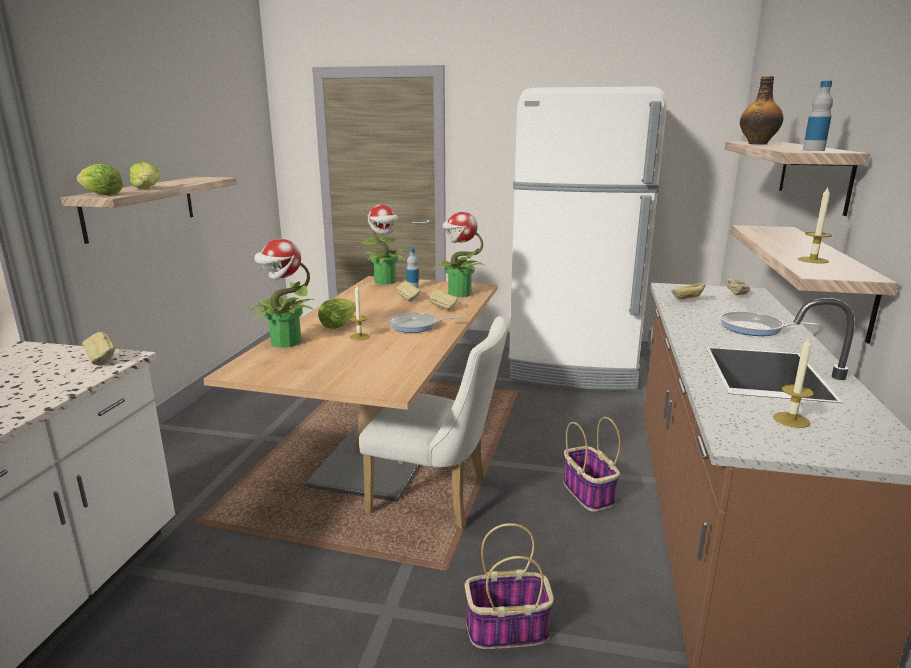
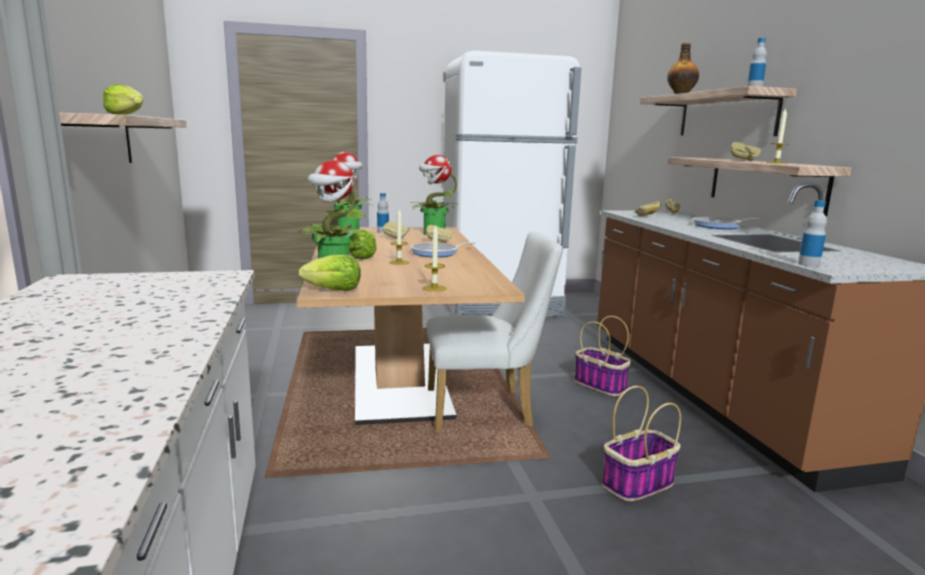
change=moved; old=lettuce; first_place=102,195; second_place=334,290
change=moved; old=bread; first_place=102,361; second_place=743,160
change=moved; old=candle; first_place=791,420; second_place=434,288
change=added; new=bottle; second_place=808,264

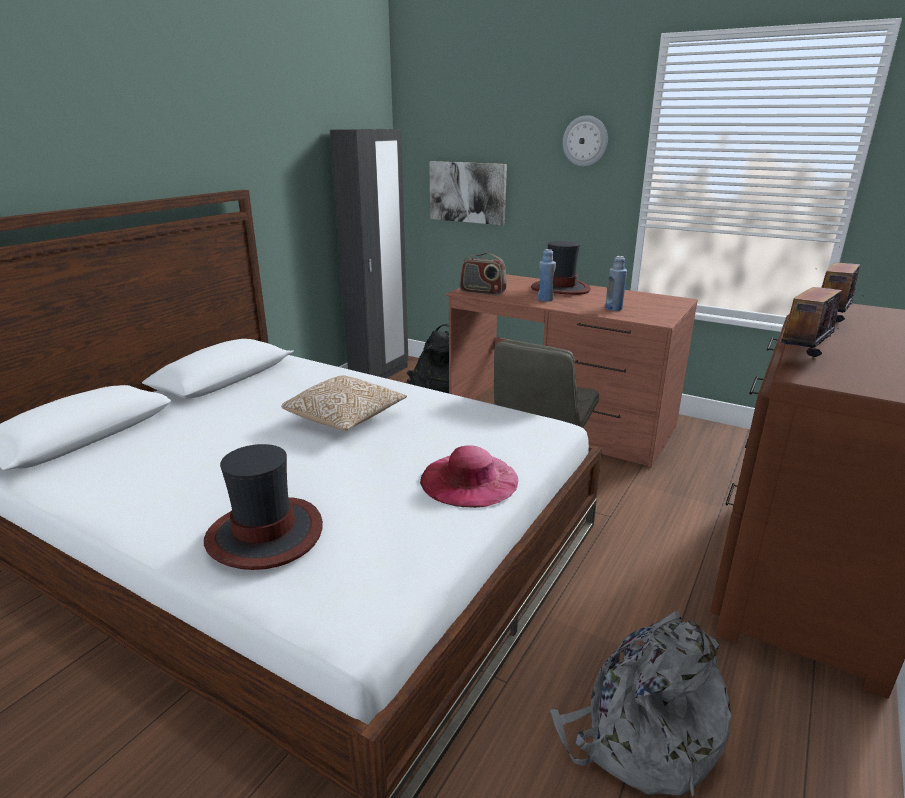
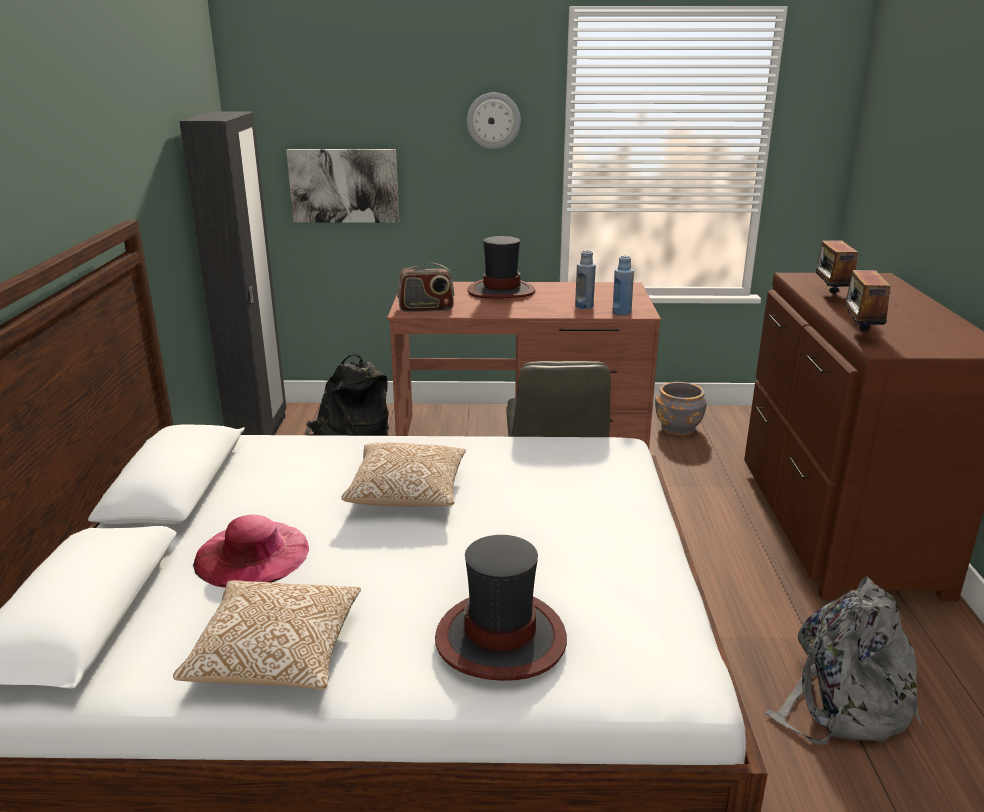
change=moved; old=hat in pink; first_place=469,479; second_place=252,554
change=moved; old=bottle in blue; first_place=545,299; second_place=621,313
change=added; new=pillow; second_place=276,655
change=added; new=planter in grey; second_place=678,428

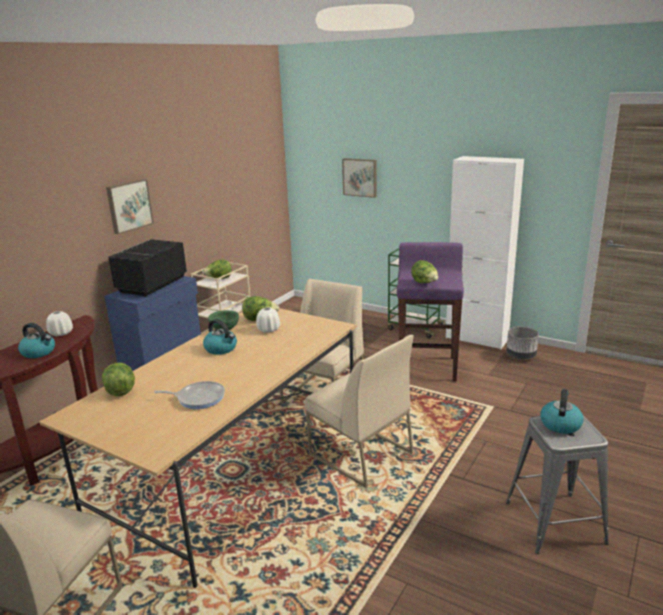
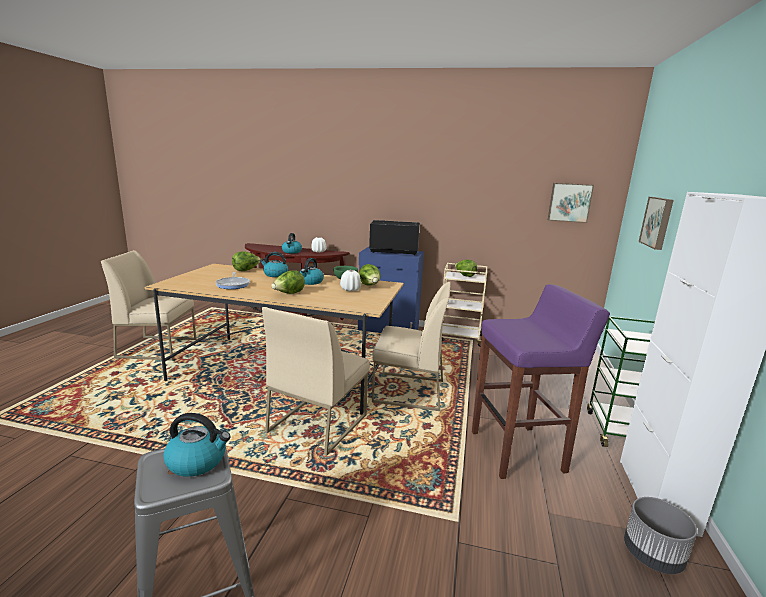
change=moved; old=picture; first_place=129,205; second_place=569,202
change=moved; old=lettuce; first_place=425,283; second_place=289,294
change=added; new=kettle; second_place=275,275

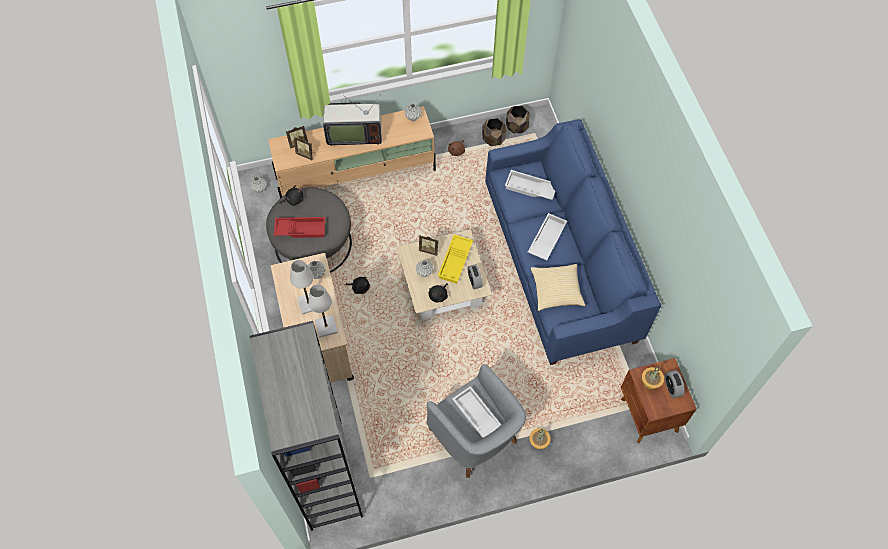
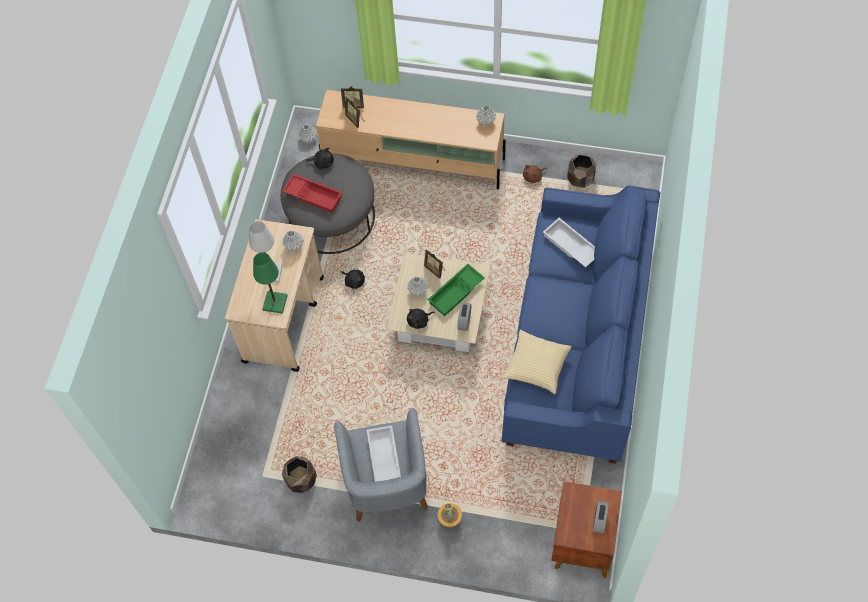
change=removed; old=bookcase in grey; first_place=325,474
change=recoloured; old=table lamp in white; new=table lamp in green; first_place=326,327; second_place=275,303
change=removed; old=television; first_place=353,134
change=recoloured; old=tray in yellow; new=tray in green; first_place=456,261; second_place=456,293
change=moved; old=planter in brown; first_place=516,127; second_place=301,480
change=removed; old=tray in white; first_place=546,239
change=removed; old=potted plant; first_place=650,382

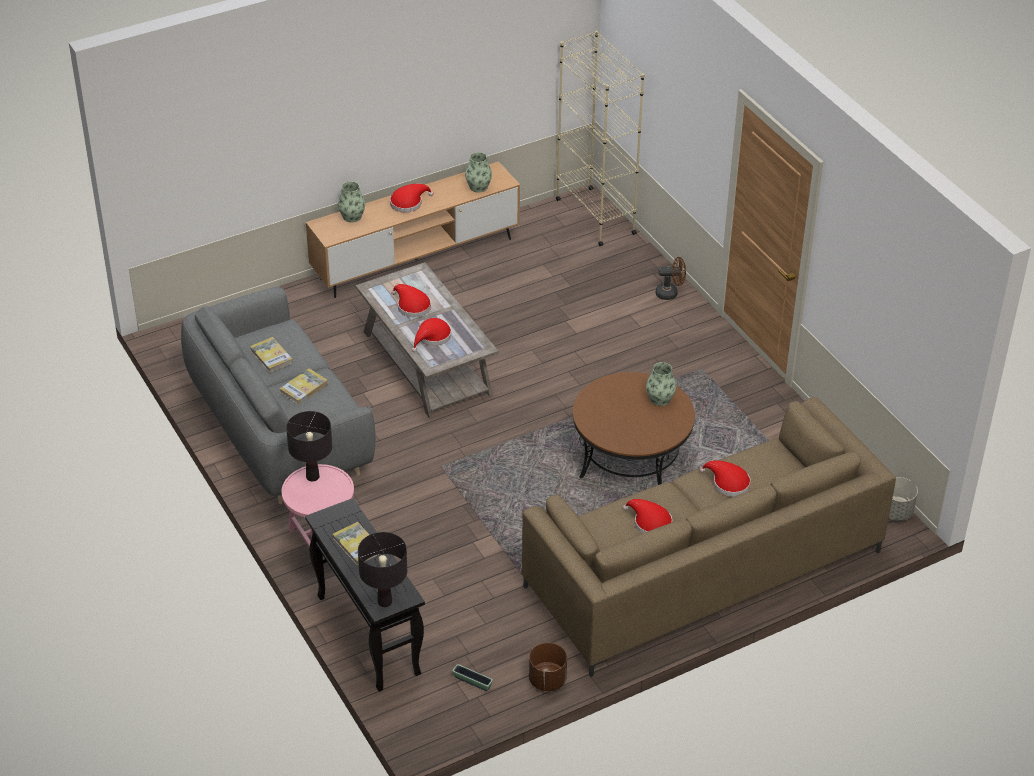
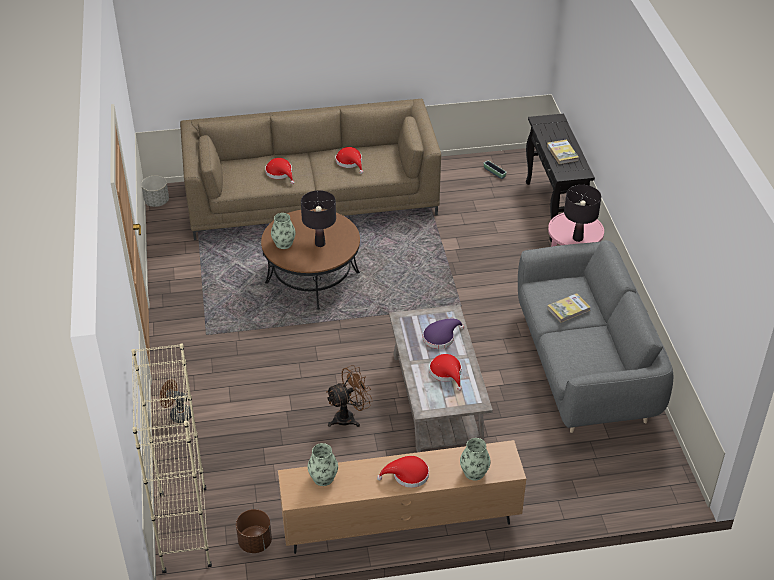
change=removed; old=book; first_place=271,356
change=moved; old=table lamp in black; first_place=385,602; second_place=320,244
change=recoloured; old=hat in red; new=hat in purple; first_place=432,337; second_place=440,337
change=moved; old=planter in brown; first_place=547,680; second_place=255,542
change=added; new=fan in brown; second_place=349,417

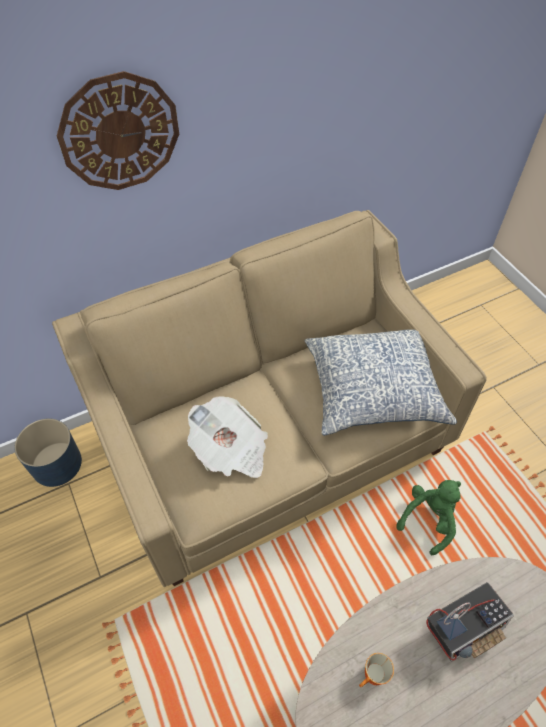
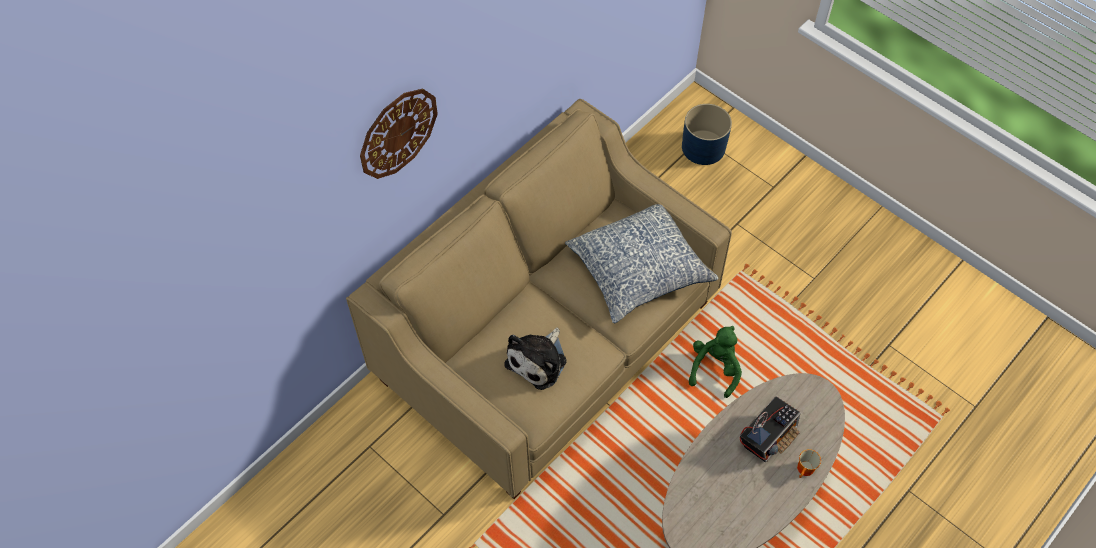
change=moved; old=planter in blue; first_place=57,464; second_place=703,147
change=replaced; old=newspaper; new=plush toy; first_place=231,450; second_place=538,360
change=moved; old=mug; first_place=374,676; second_place=806,470

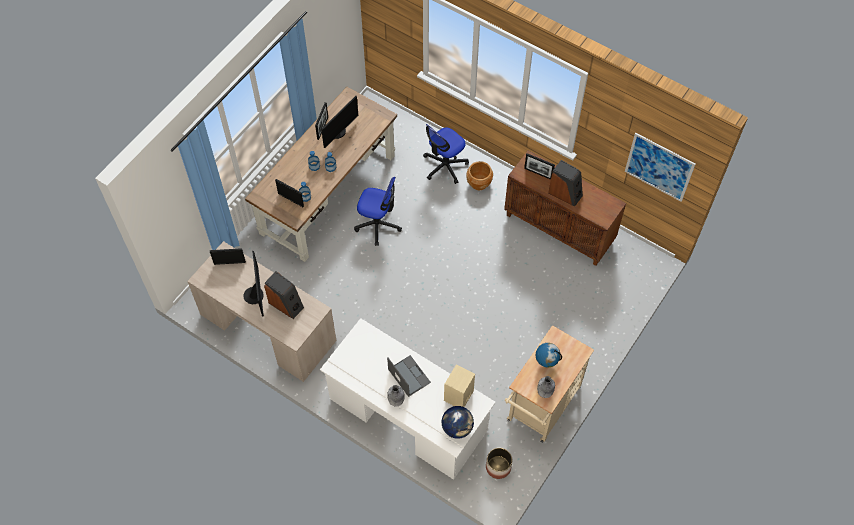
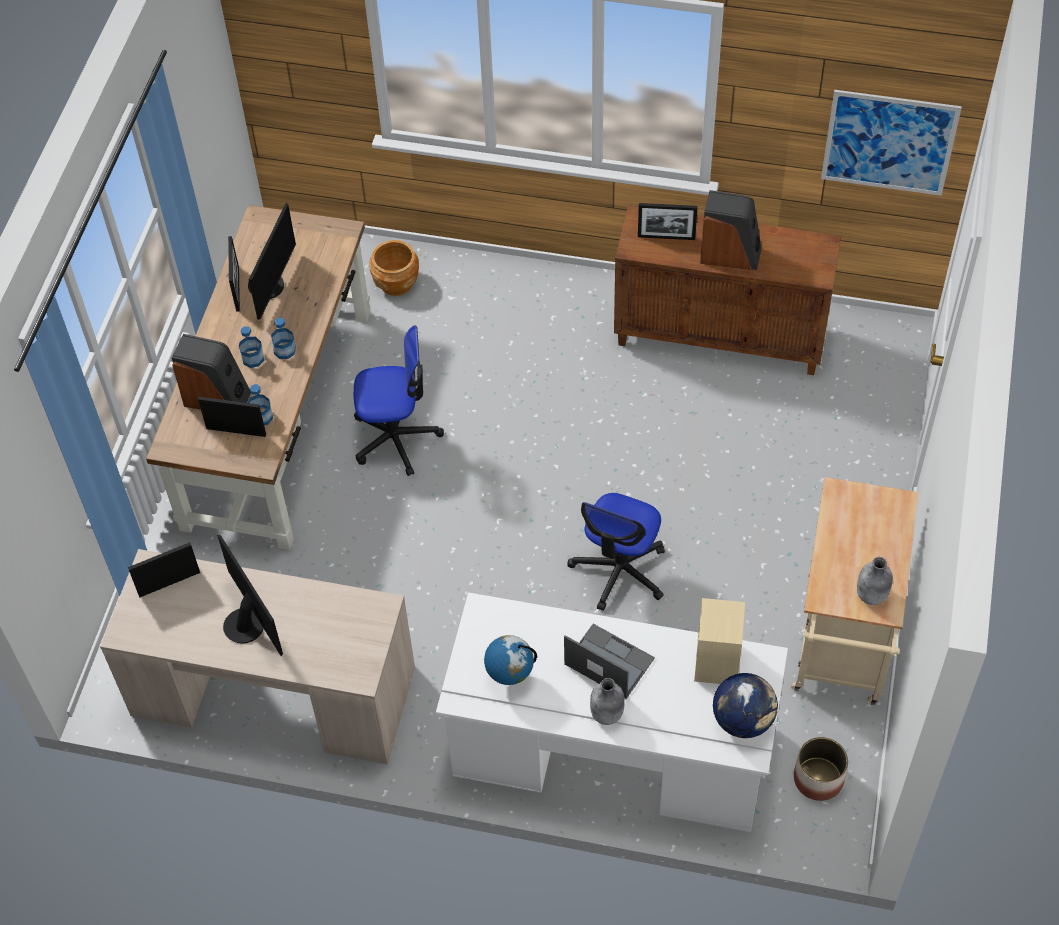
change=moved; old=speaker; first_place=286,304; second_place=217,397
change=moved; old=office chair; first_place=444,166; second_place=619,571
change=moved; old=planter in brown; first_place=479,183; second_place=396,283
change=moved; old=globe; first_place=546,362; second_place=510,677

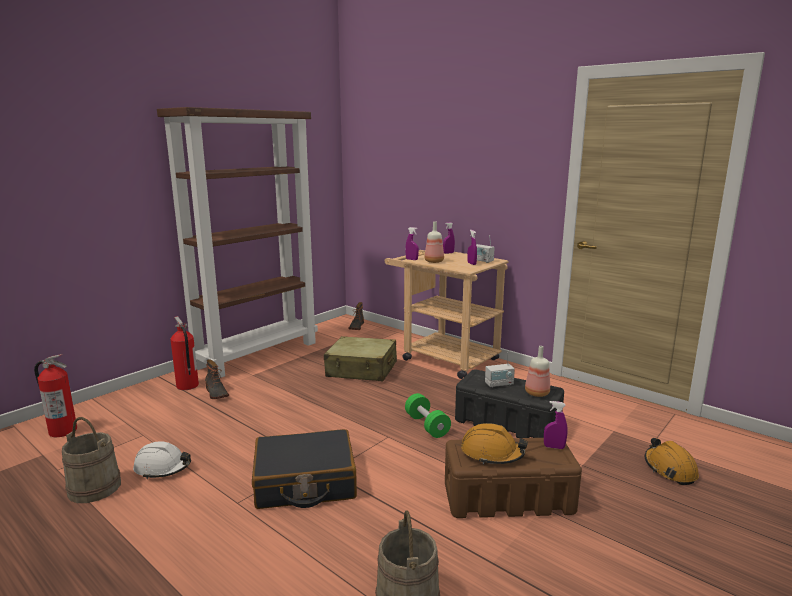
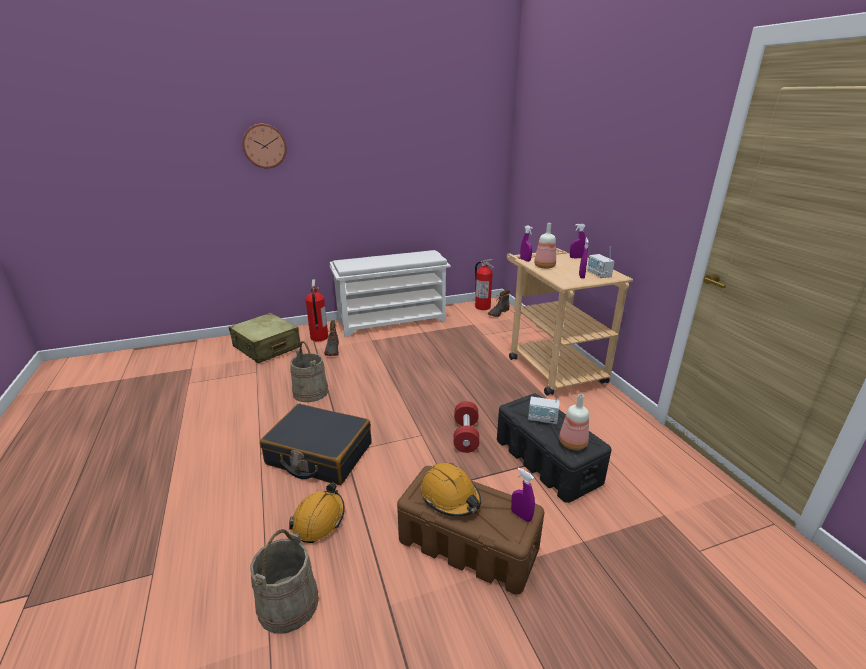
change=moved; old=fire extinguisher; first_place=63,431; second_place=482,307
change=moved; old=bucket in beige; first_place=95,487; second_place=311,392
change=removed; old=hard hat in white; first_place=163,468
change=replaced; old=bookcase in brown; new=shoe rack in white; first_place=257,354; second_place=393,321
change=moved; old=suitcase in beige; first_place=362,369; second_place=266,347
change=recoloured; old=dumbbell in green; new=dumbbell in red; first_place=427,425; second_place=466,436
change=moved; old=hard hat in orange; first_place=669,469; second_place=319,519
change=added; new=wall clock; second_place=264,146

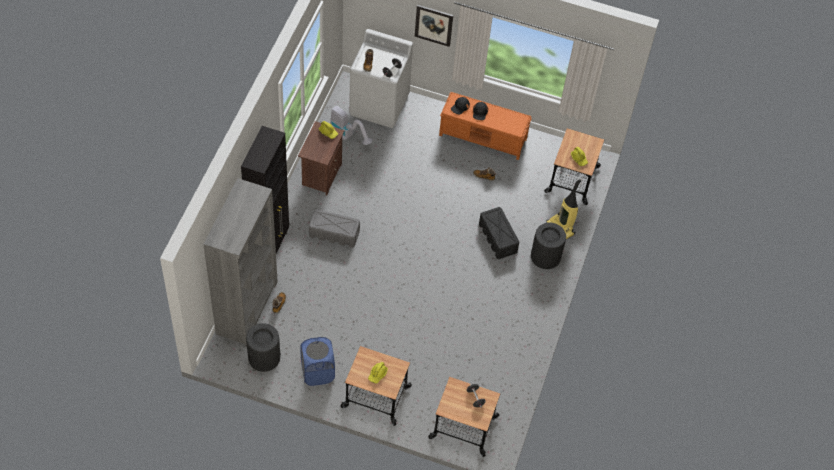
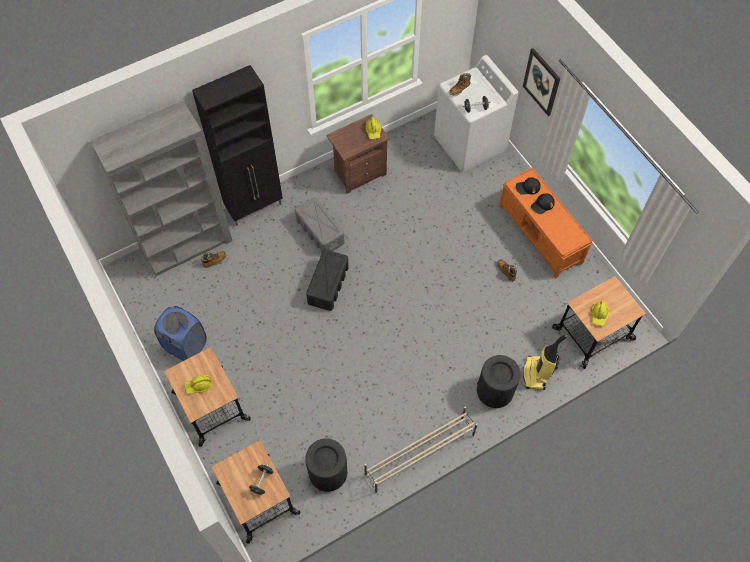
change=moved; old=trash can in black; first_place=264,357; second_place=328,472
change=removed; old=vacuum cleaner; first_place=348,136
change=moved; old=storage box in black; first_place=498,238; second_place=328,285
change=added; new=shoe rack in beige; second_place=419,454

